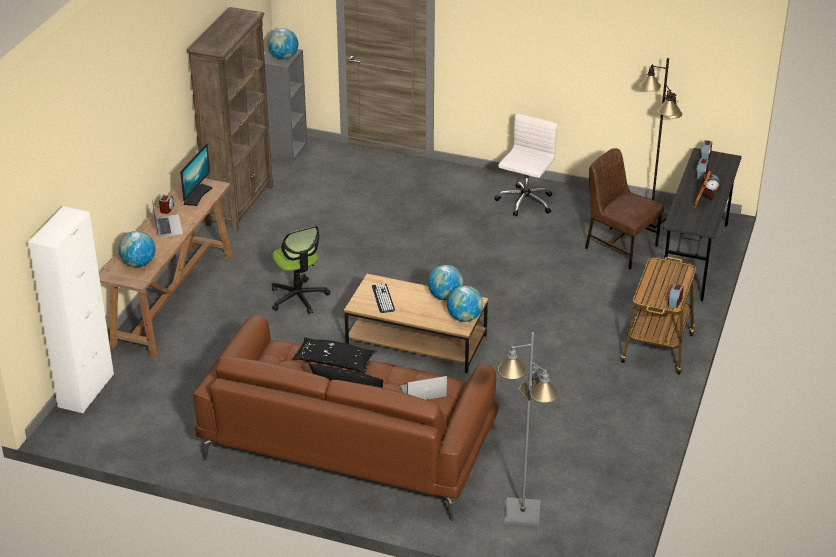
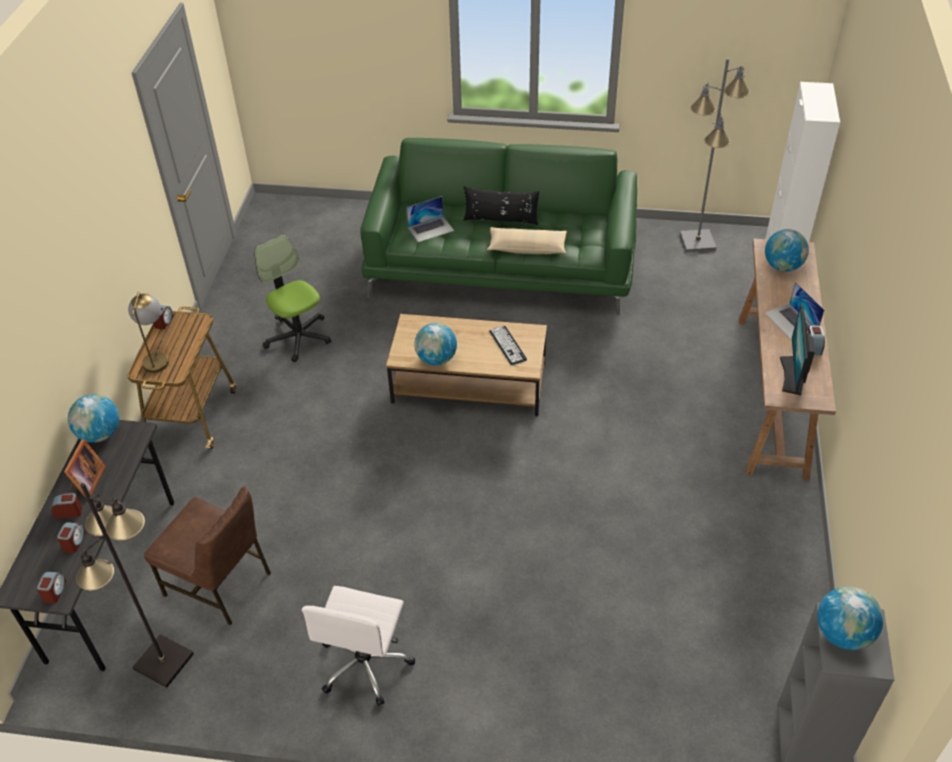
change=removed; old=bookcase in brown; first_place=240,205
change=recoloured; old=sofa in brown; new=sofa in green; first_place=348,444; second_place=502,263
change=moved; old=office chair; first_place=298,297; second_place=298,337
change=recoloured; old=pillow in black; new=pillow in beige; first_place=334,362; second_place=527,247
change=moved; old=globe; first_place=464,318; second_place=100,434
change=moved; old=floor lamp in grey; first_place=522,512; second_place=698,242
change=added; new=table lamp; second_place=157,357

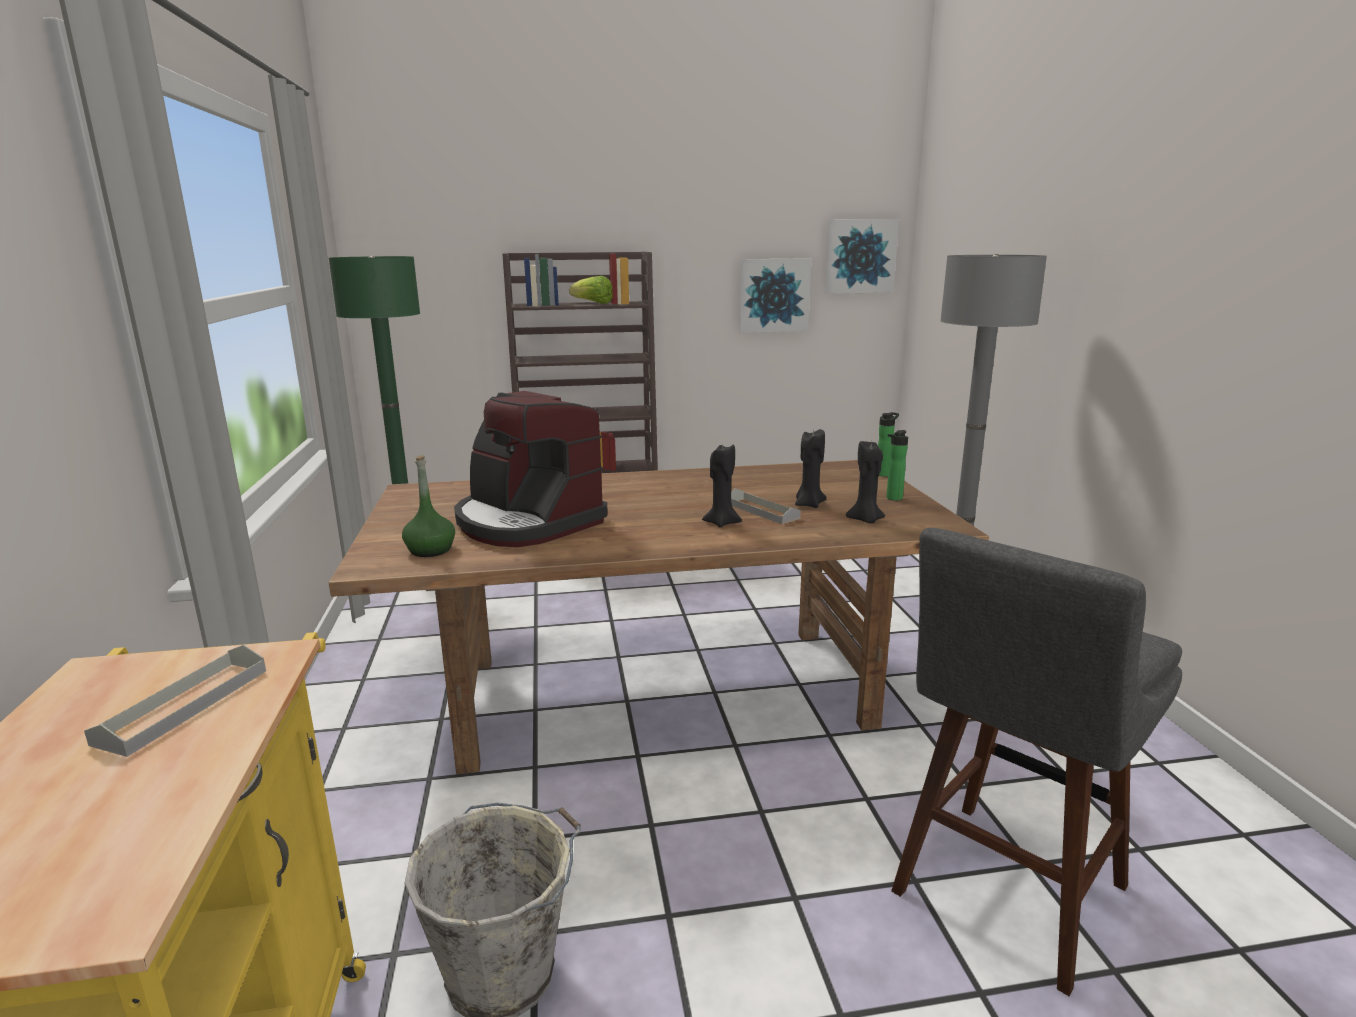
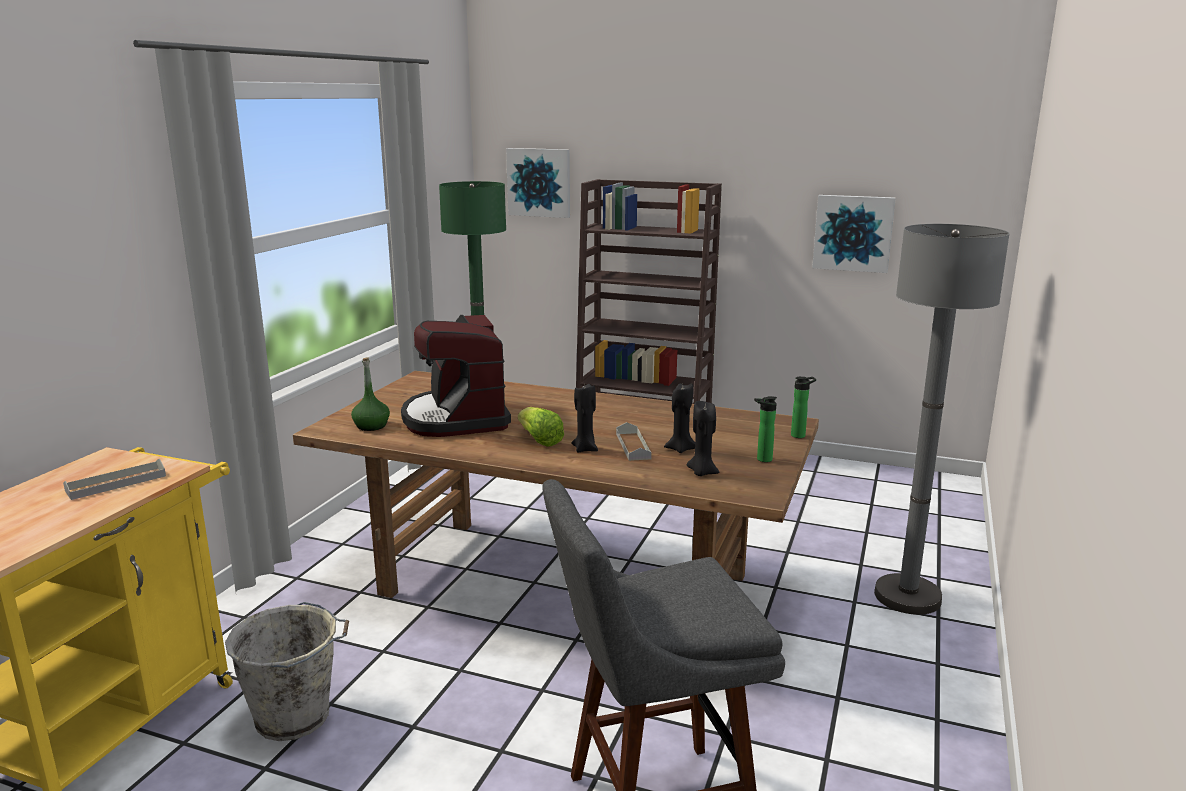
change=moved; old=lettuce; first_place=593,303; second_place=539,440
change=moved; old=picture; first_place=860,256; second_place=539,182

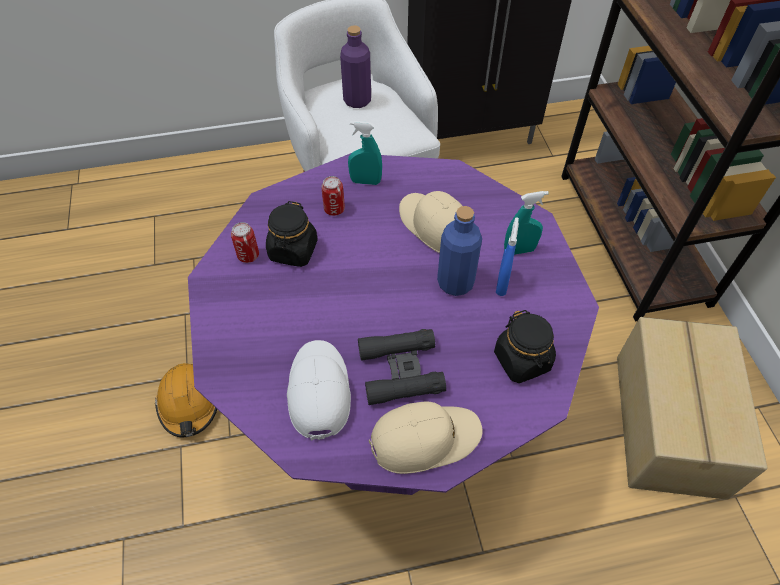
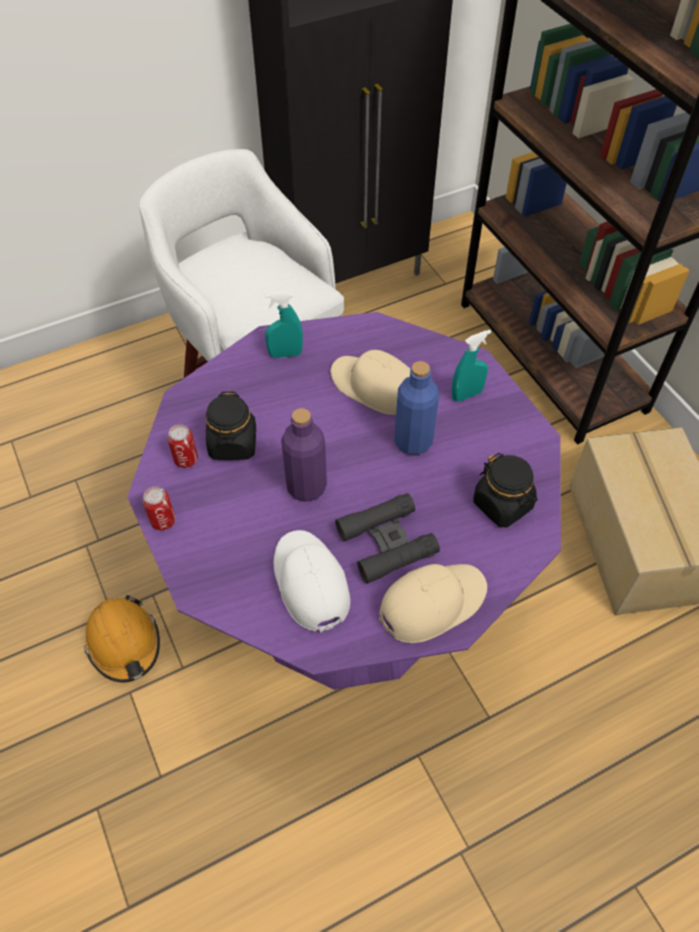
change=moved; old=can; first_place=334,209; second_place=163,521
change=moved; old=bottle in purple; first_place=357,100; second_place=306,486
change=removed; old=spray bottle in blue; first_place=502,284

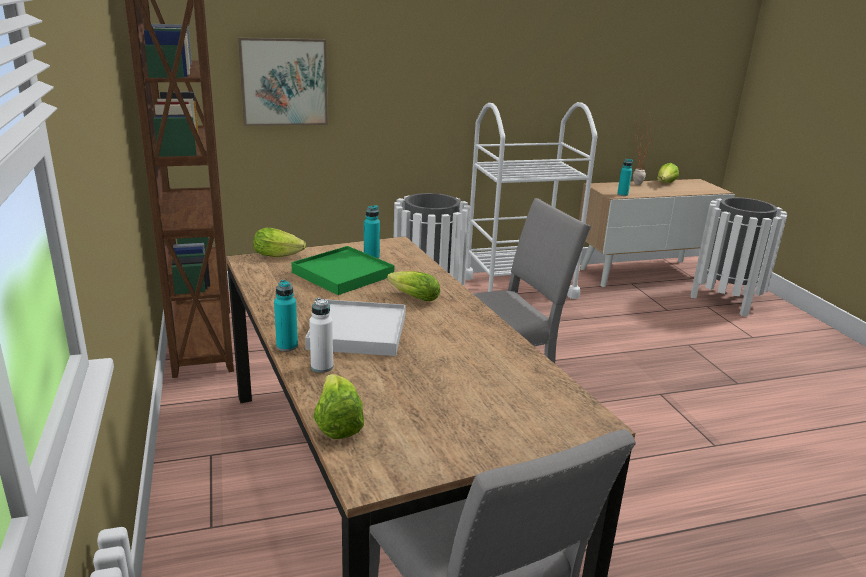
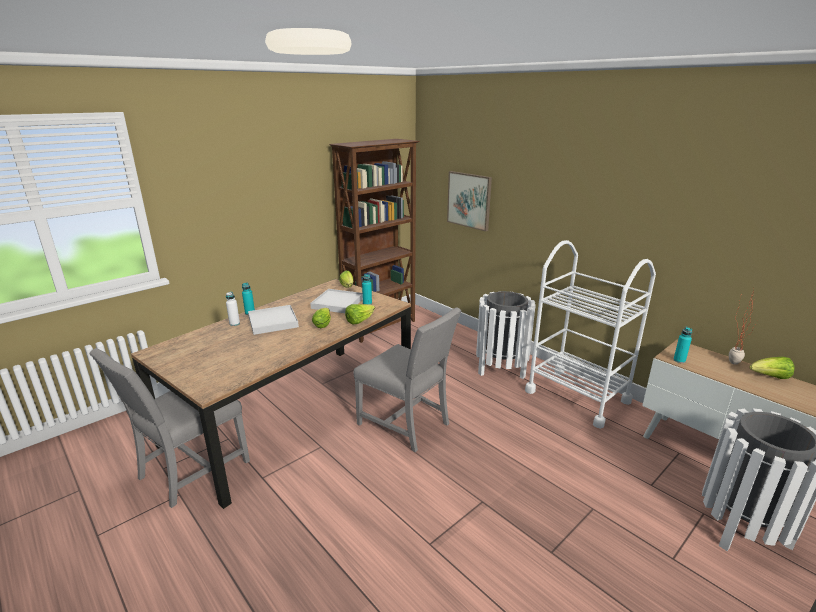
change=recoloured; old=tray in green; new=tray in white; first_place=343,274; second_place=337,303
change=moved; old=lettuce; first_place=337,424; second_place=359,321

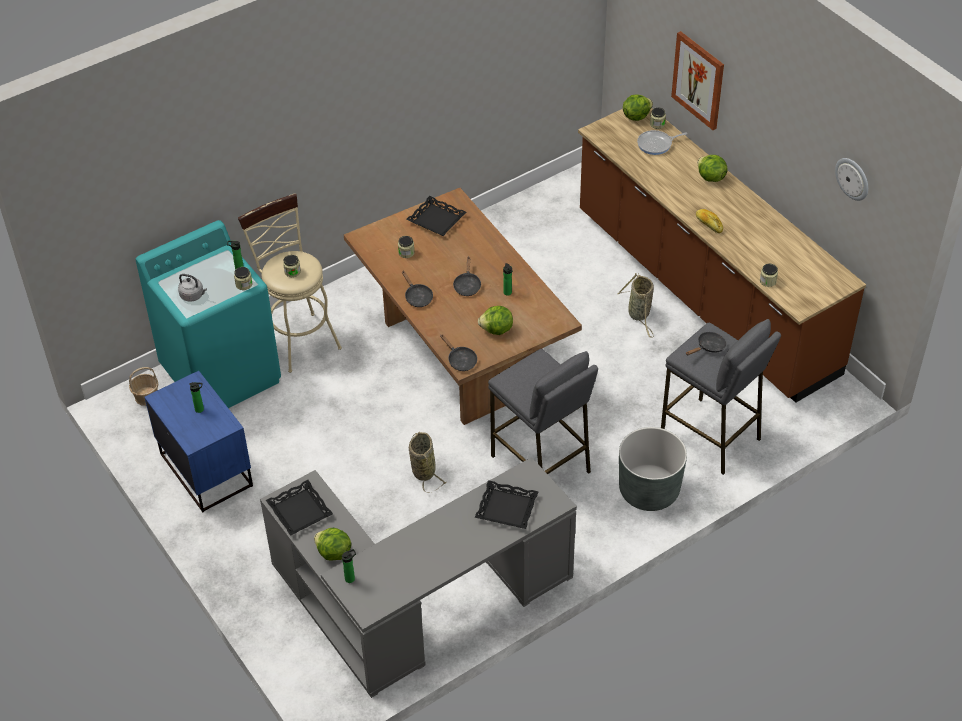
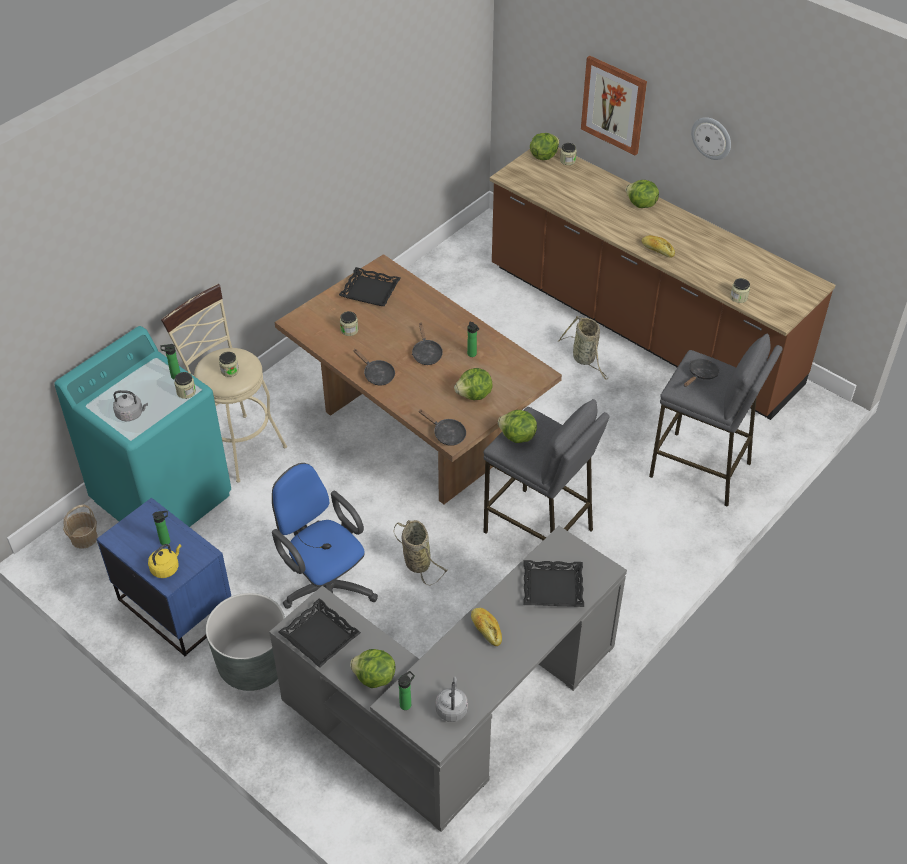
change=moved; old=planter in grey; first_place=649,490; second_place=253,664
change=removed; old=frying pan; first_place=656,144
change=moved; old=wall clock; first_place=853,178; second_place=712,138
change=added; new=kettle in yellow; second_place=166,568
change=added; new=office chair in blue; second_place=326,588
change=added; new=kettle in grey; second_place=451,708
change=added; new=bread; second_place=486,630
change=added; new=lettuce; second_place=517,437

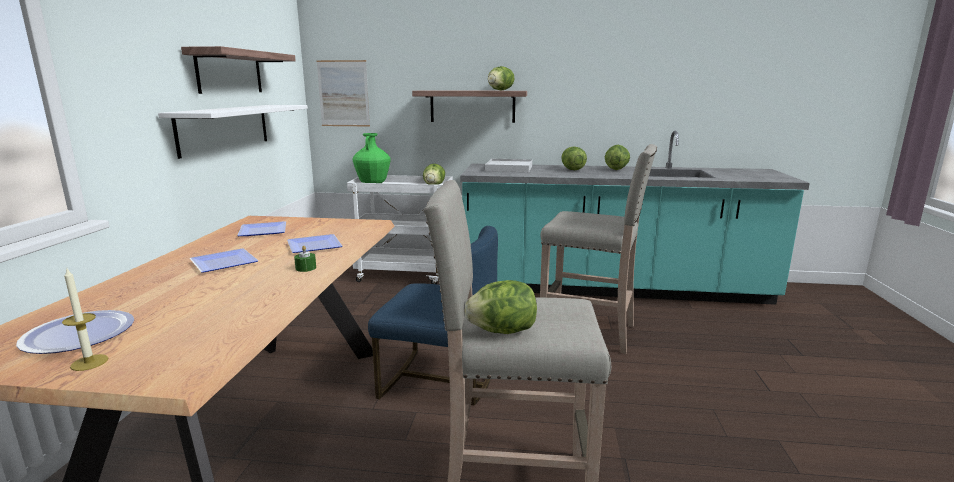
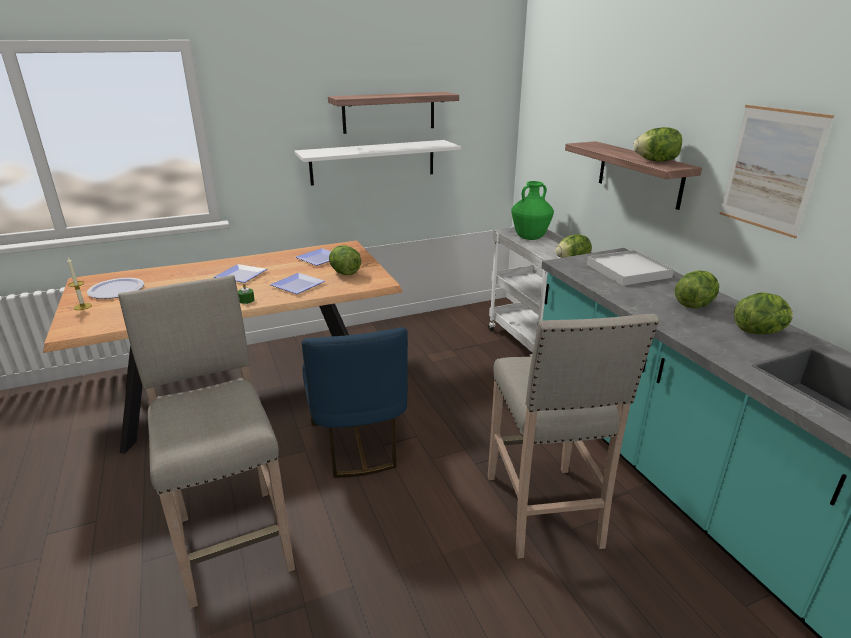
change=moved; old=picture; first_place=343,93; second_place=771,170
change=moved; old=lettuce; first_place=502,331; second_place=344,273

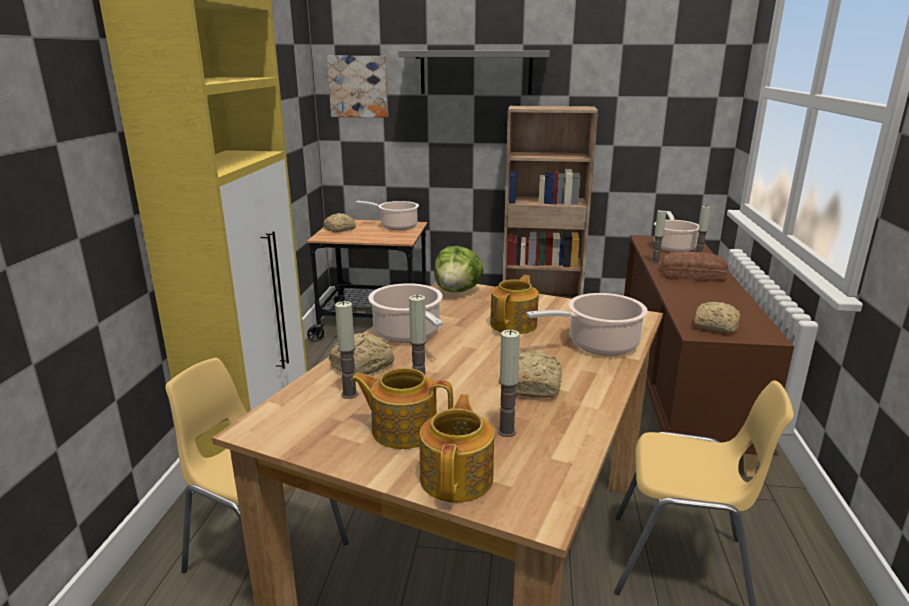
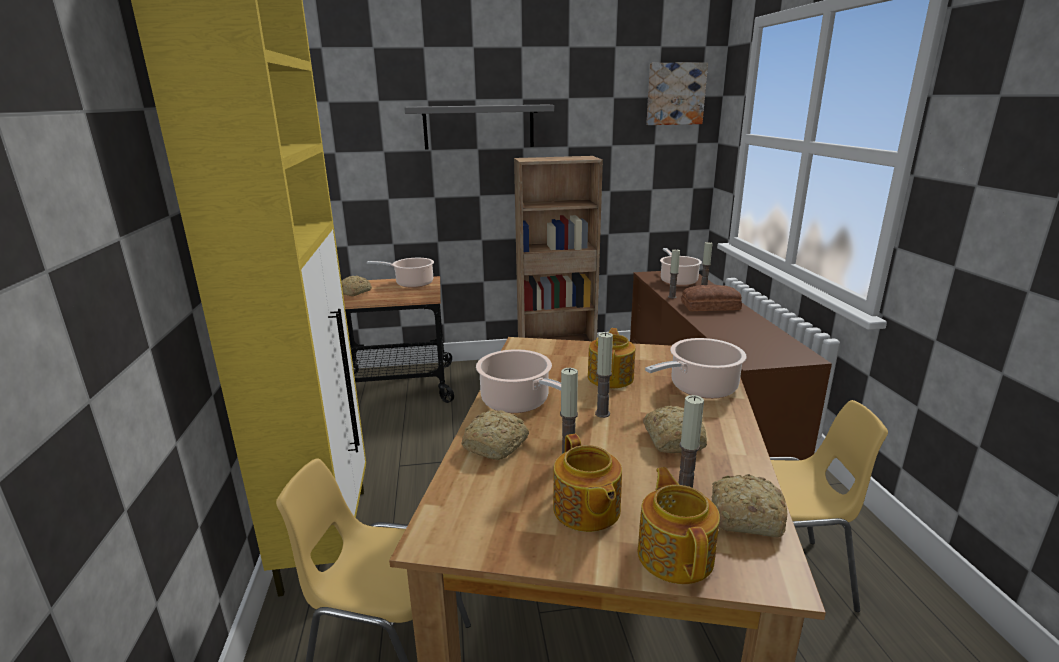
change=moved; old=picture; first_place=359,86; second_place=675,94
change=moved; old=candle; first_place=349,394; second_place=602,413
change=turned; old=teapot; first_place=403,429; second_place=586,510; degrees=-105
change=removed; old=lettuce; first_place=458,291
change=moved; old=bread; first_place=713,326; second_place=743,517

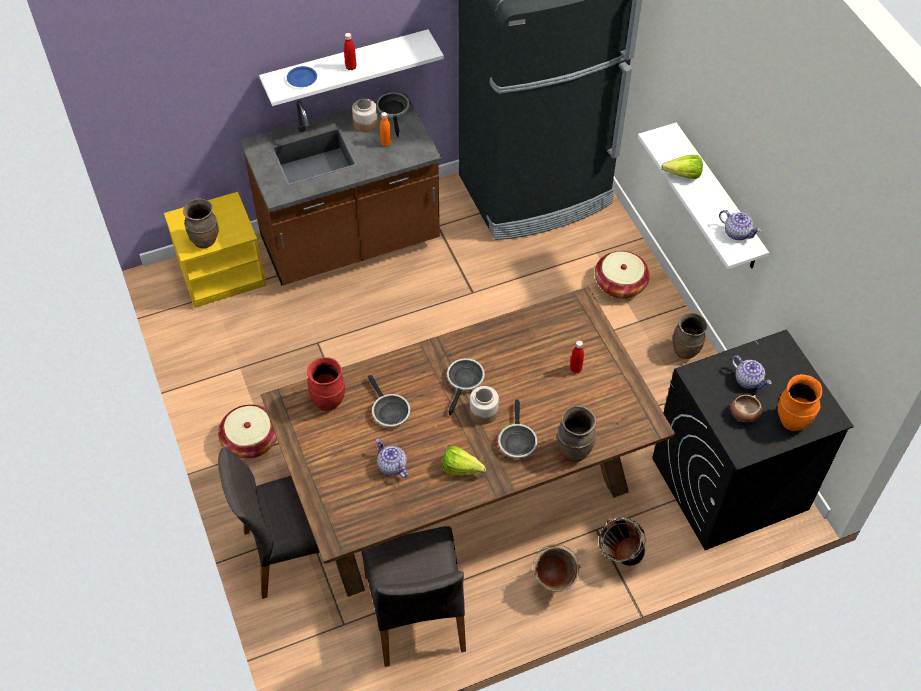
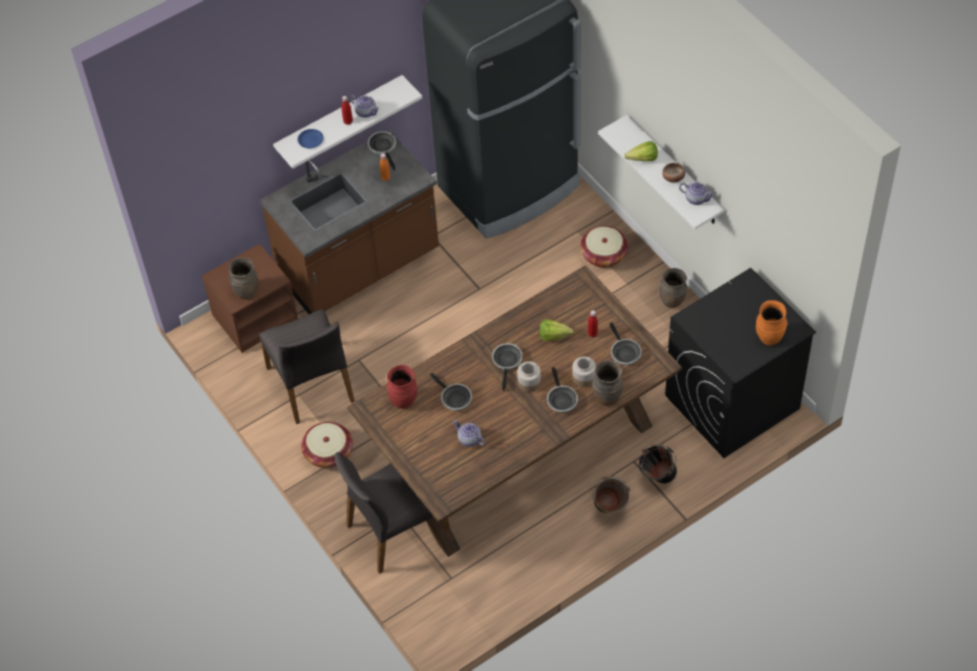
change=recoloured; old=nightstand in yellow; new=nightstand in brown; first_place=222,273; second_place=255,317
change=moved; old=jar; first_place=365,123; second_place=583,377
change=moved; old=chair in grey; first_place=416,613; second_place=312,384
change=moved; old=lettuce; first_place=464,470; second_place=557,337
change=moved; old=teapot; first_place=748,380; second_place=366,112
change=moved; old=bowl; first_place=744,414; second_place=673,178
change=added; new=frying pan; second_place=624,352

